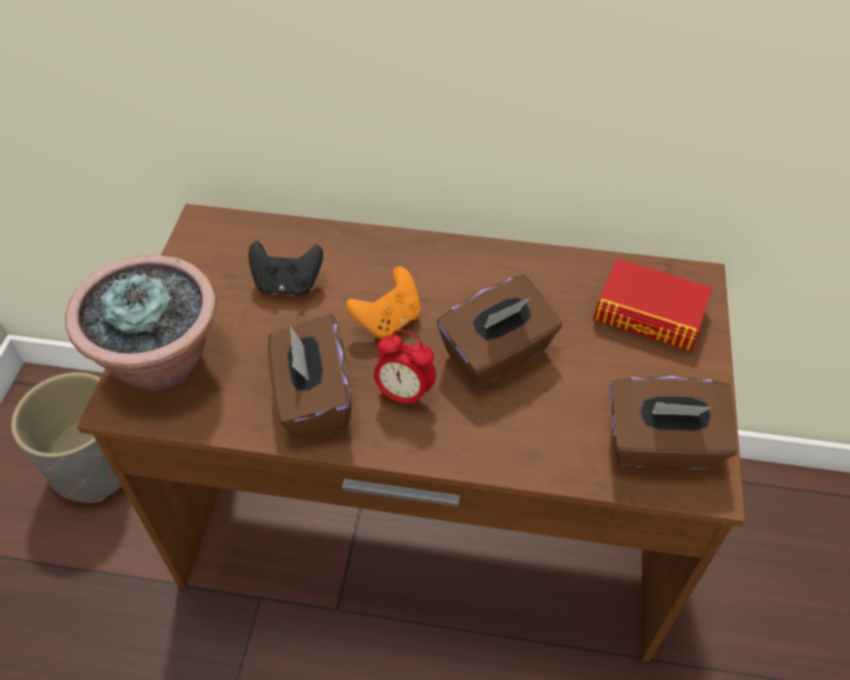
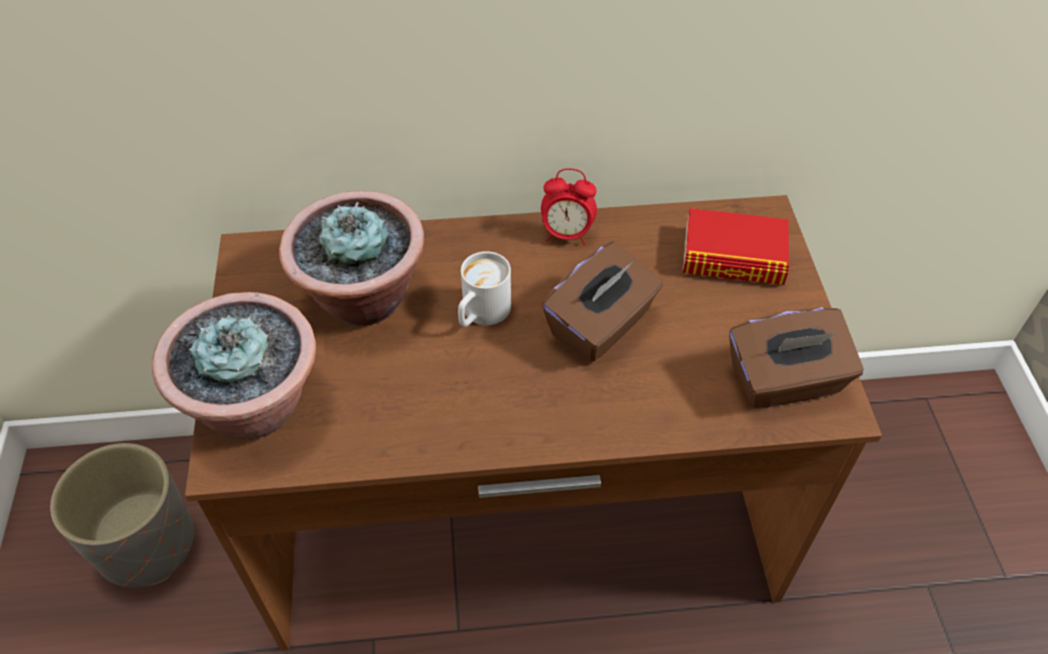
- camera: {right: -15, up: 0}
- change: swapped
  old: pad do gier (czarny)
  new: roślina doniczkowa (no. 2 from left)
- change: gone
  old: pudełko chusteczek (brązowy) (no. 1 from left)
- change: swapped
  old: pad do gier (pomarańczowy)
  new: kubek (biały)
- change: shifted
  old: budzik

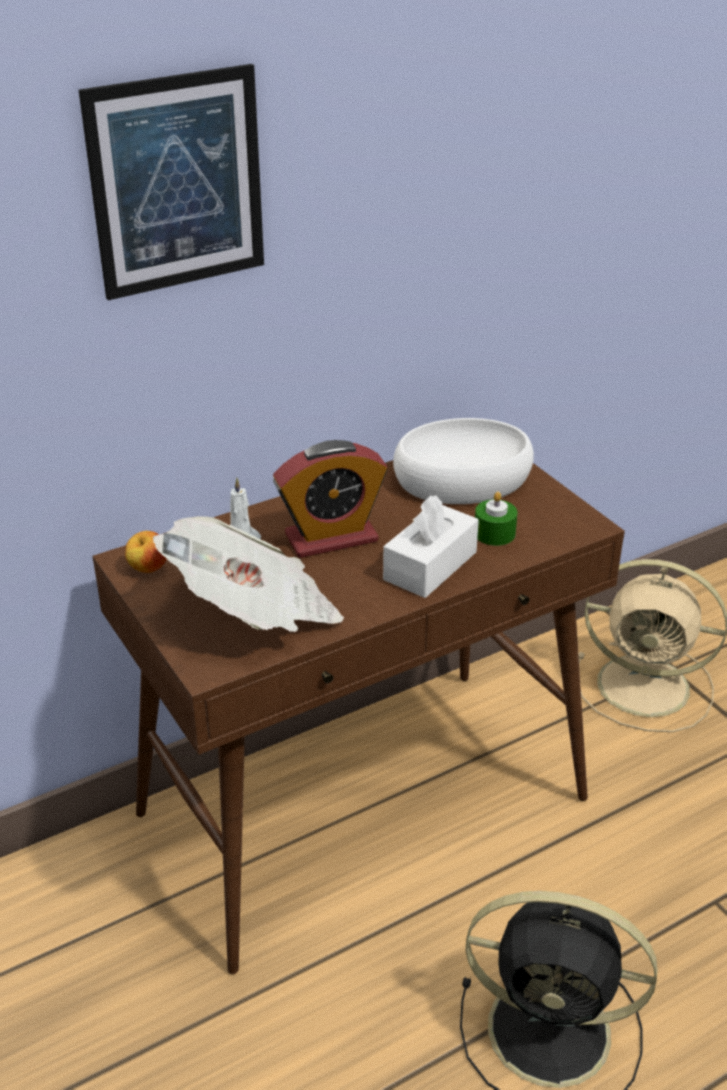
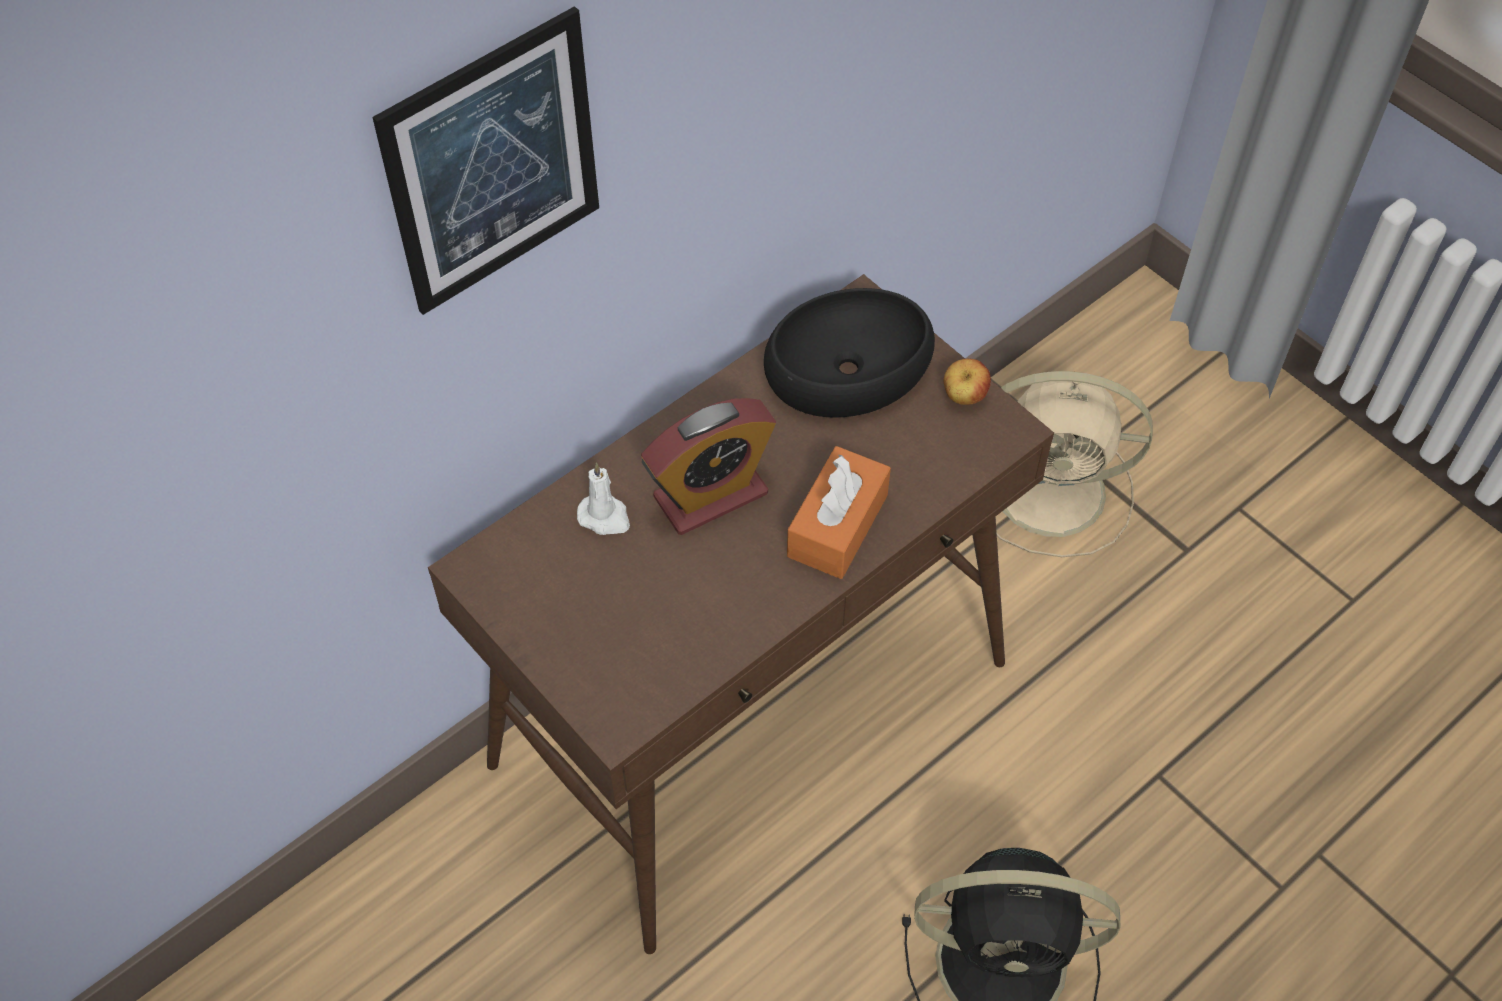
- camera: {right: -10, up: 20}
- change: shifted
  old: jabłko
- change: gone
  old: gazeta
- change: repainted
  old: pudełko chusteczek (biały)
  new: pudełko chusteczek (pomarańczowy)
- change: repainted
  old: miska (biały)
  new: miska (czarny)
- change: gone
  old: świeca (zielony)

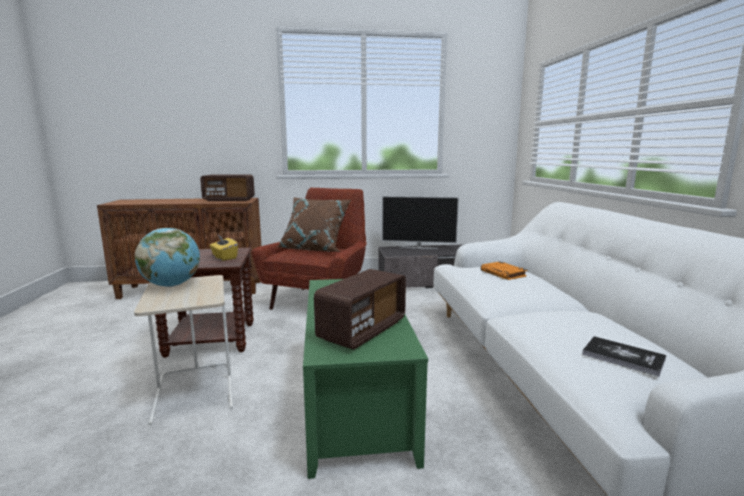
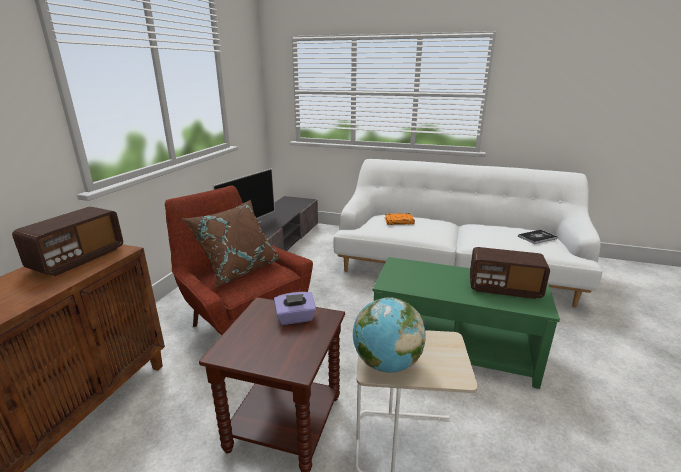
- camera: {right: -65, up: 10}
- change: repainted
  old: pudełko chusteczek (żółty)
  new: pudełko chusteczek (fioletowy)
- change: rotated
  old: radio (no. 2 from left)
  degrees: 135

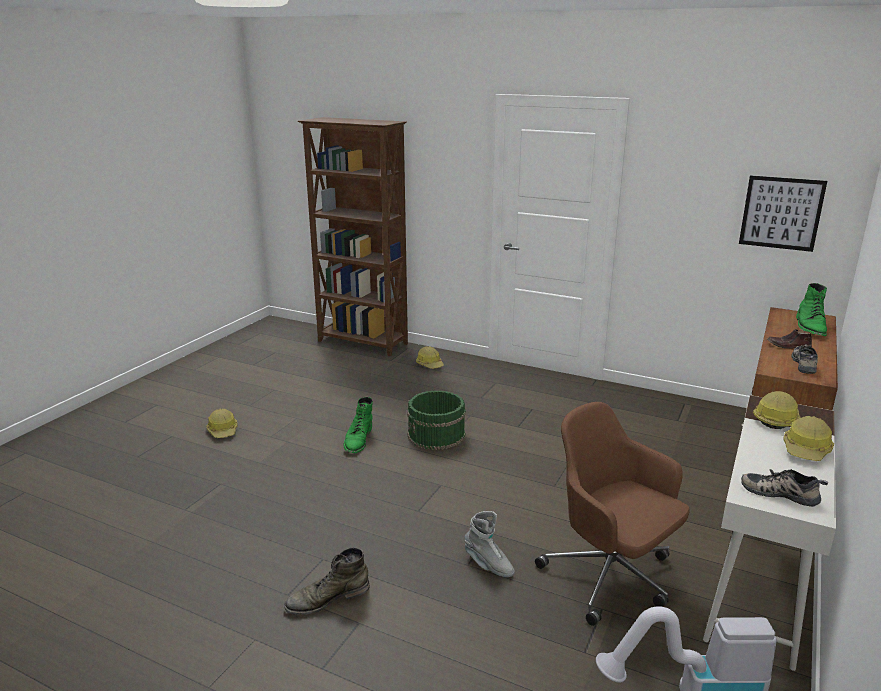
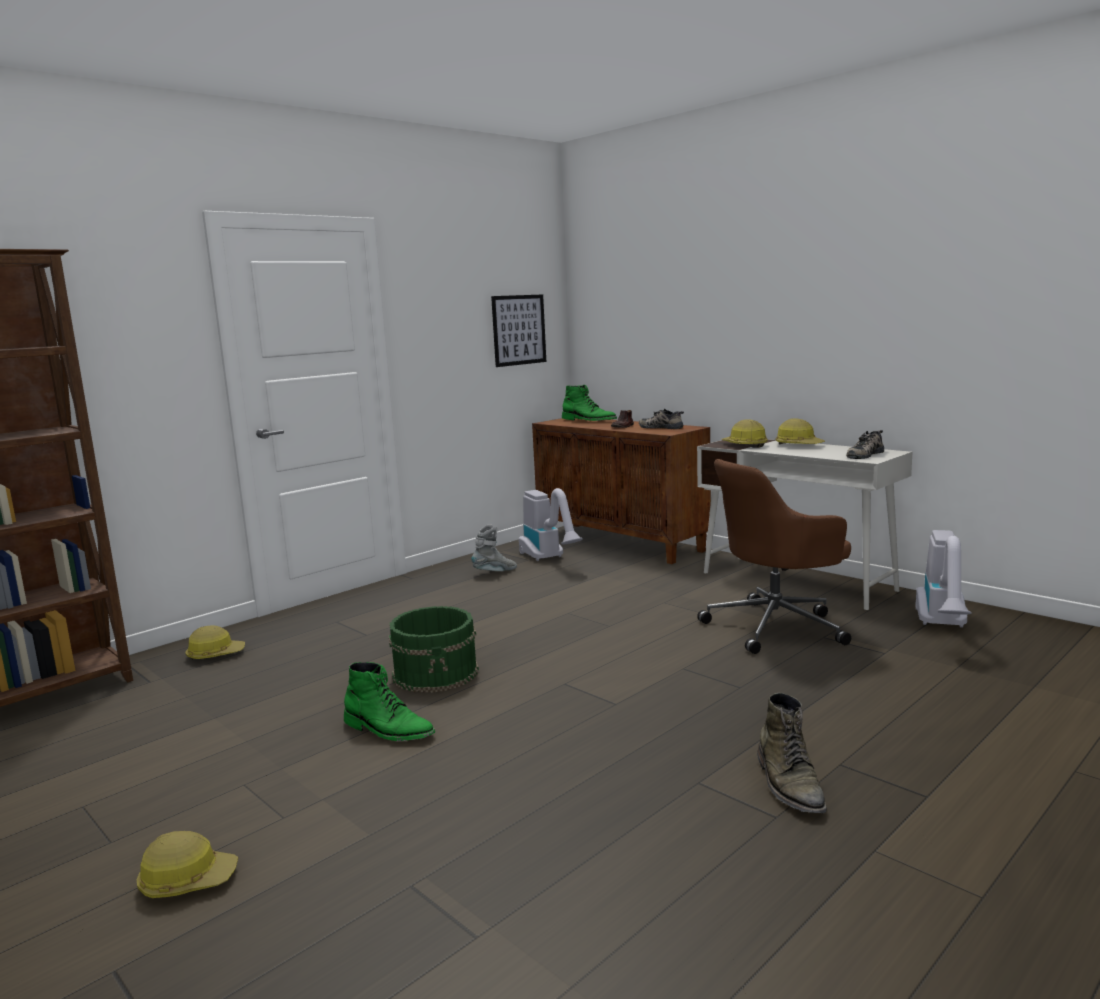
- camera: {right: -70, up: -10}
- change: shifted
  old: but z cholewką (szary)
- change: new
  new: odkurzacz (no. 1 from left)

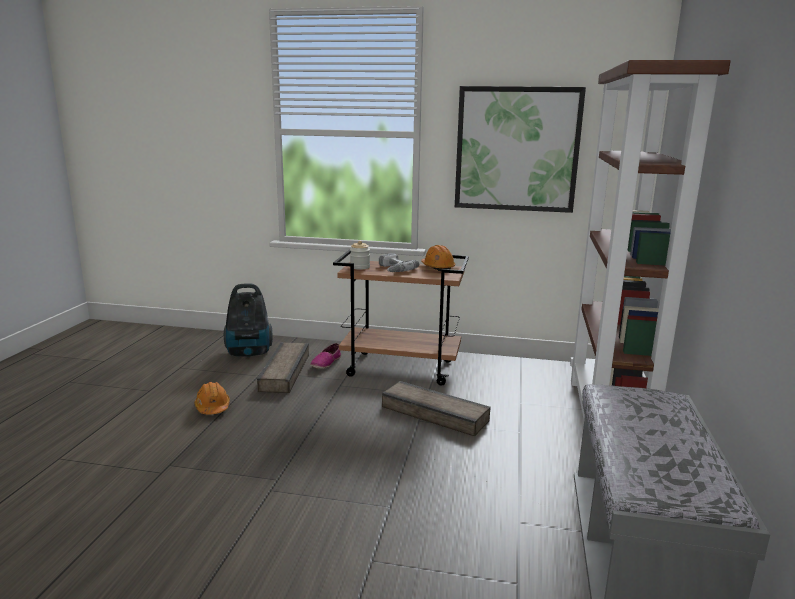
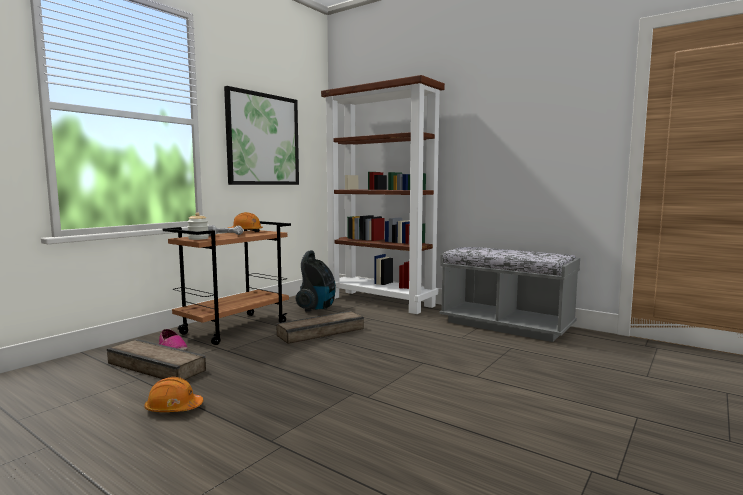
- camera: {right: -65, up: -10}
- change: shifted
  old: odkurzacz

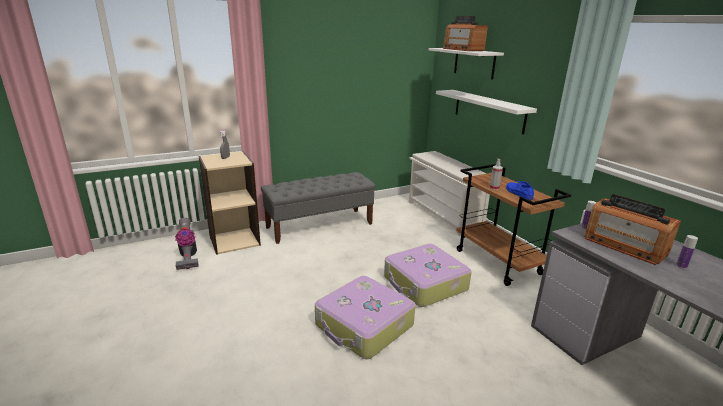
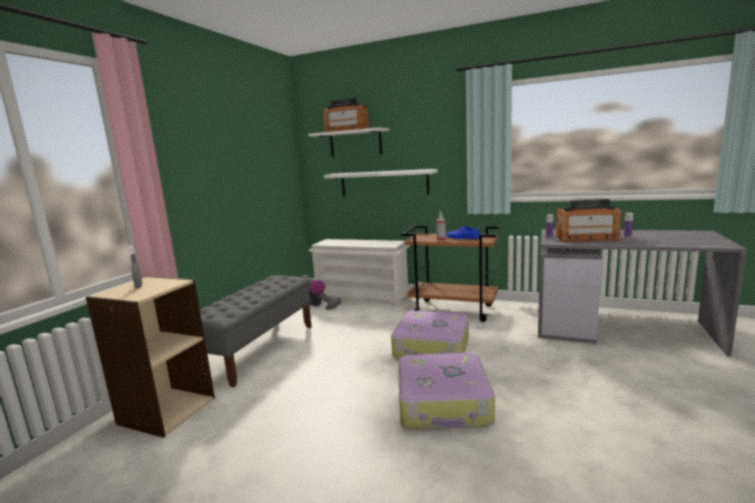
- camera: {right: -40, up: -10}
- change: shifted
  old: odkurzacz

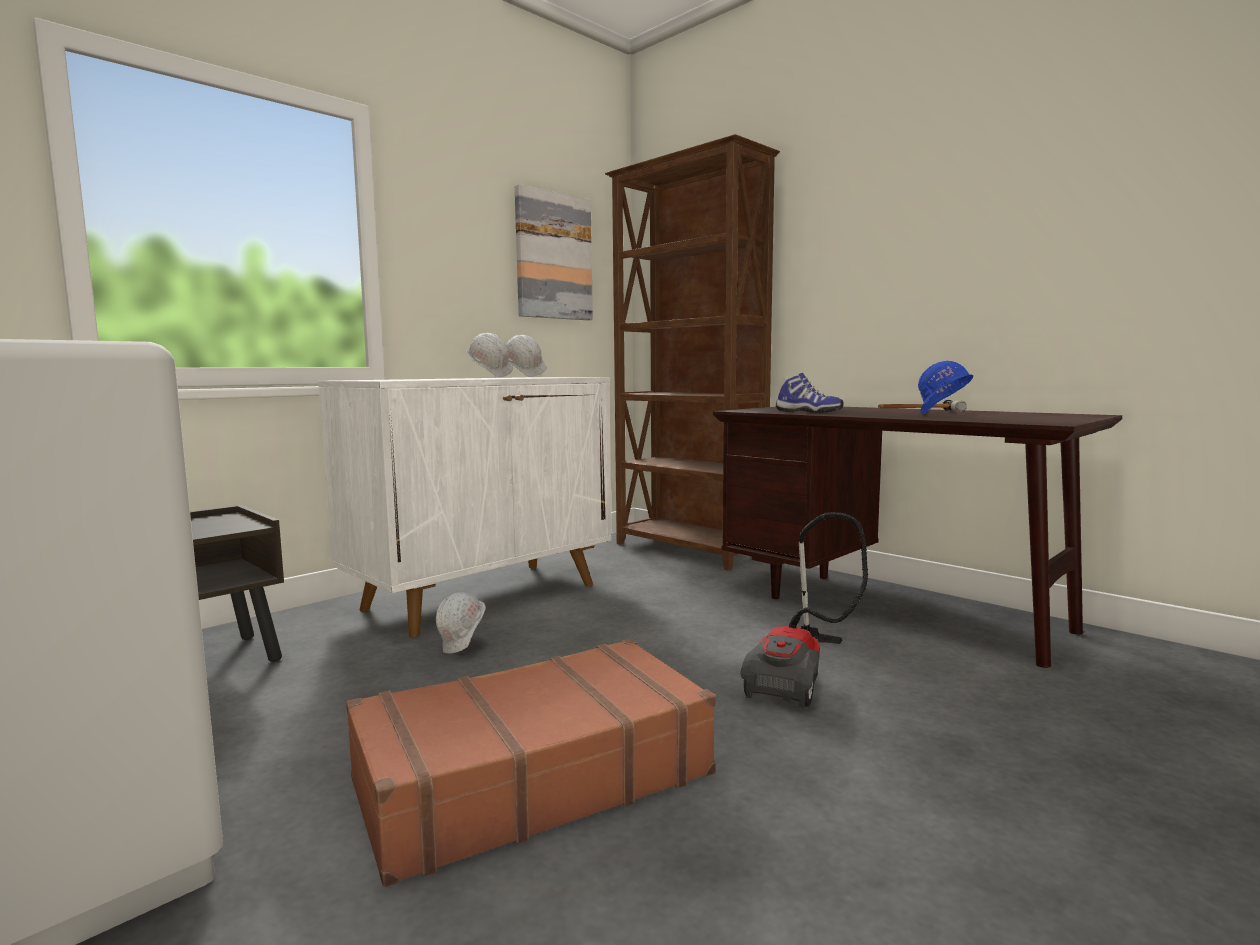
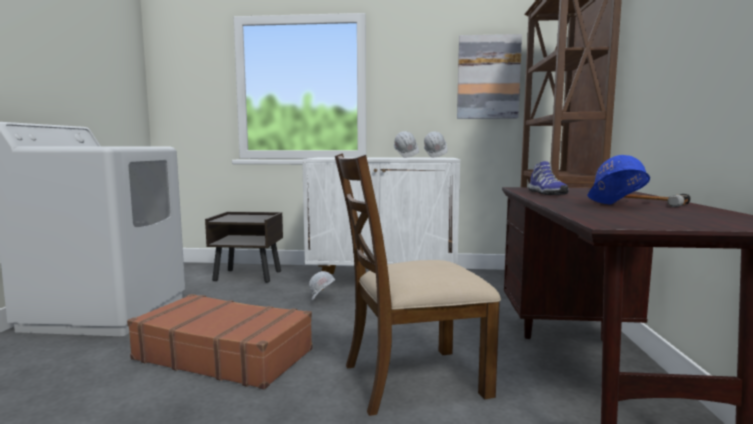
- camera: {right: 50, up: 0}
- change: swapped
  old: odkurzacz
  new: krzesło (brązowy)

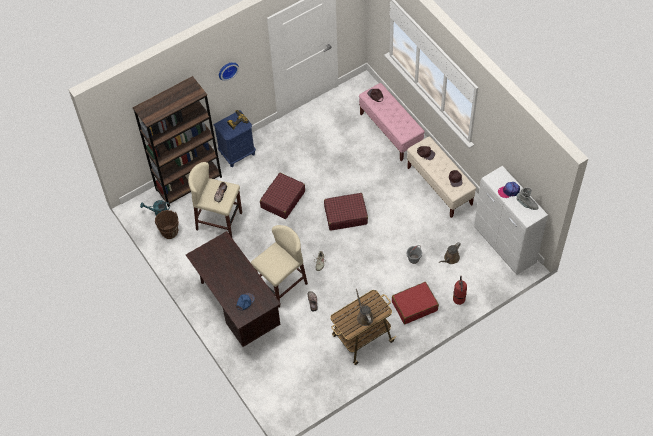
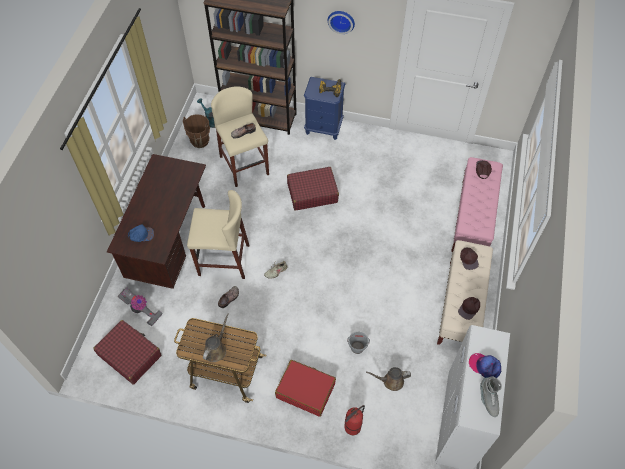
- camera: {right: 45, up: 0}
- change: shifted
  old: walizka (czerwony) (no. 2 from left in the first image)
  new: walizka (czerwony) (no. 1 from left)
- change: new
  new: odkurzacz

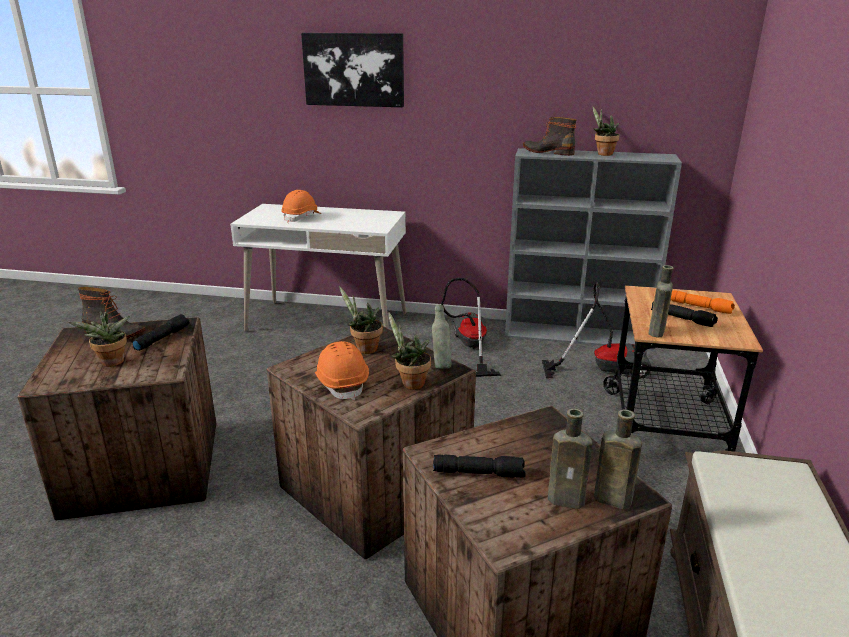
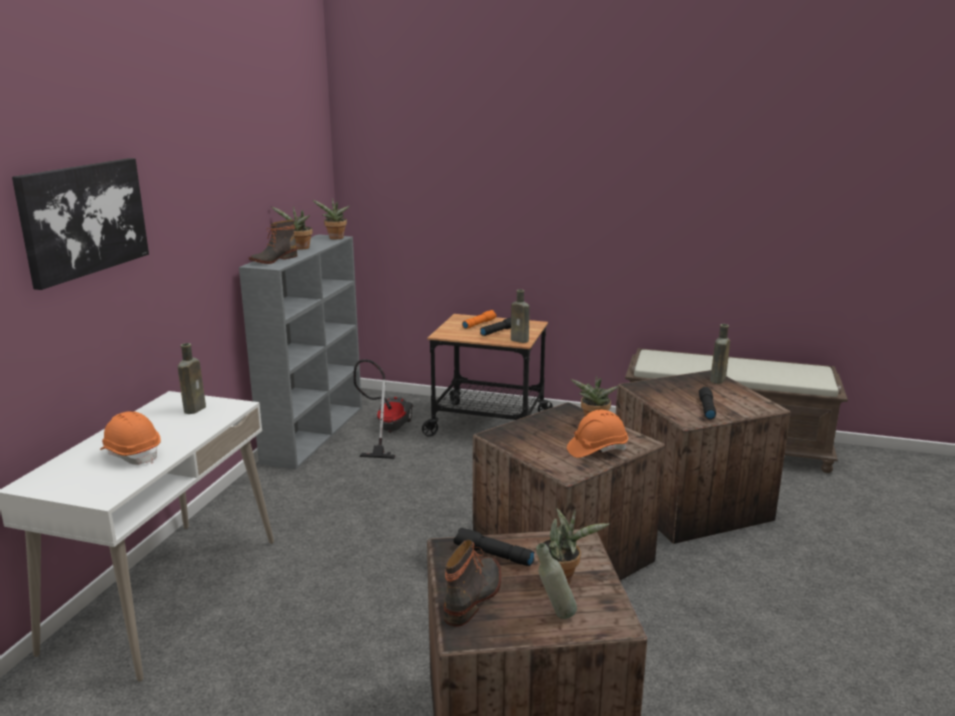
- camera: {right: -85, up: -5}
- change: shifted
  old: roślina doniczkowa (no. 2 from left)
- change: shifted
  old: butelka (szary)
- change: gone
  old: odkurzacz (no. 1 from left)
- change: shifted
  old: butelka (brązowy) (no. 1 from left)

